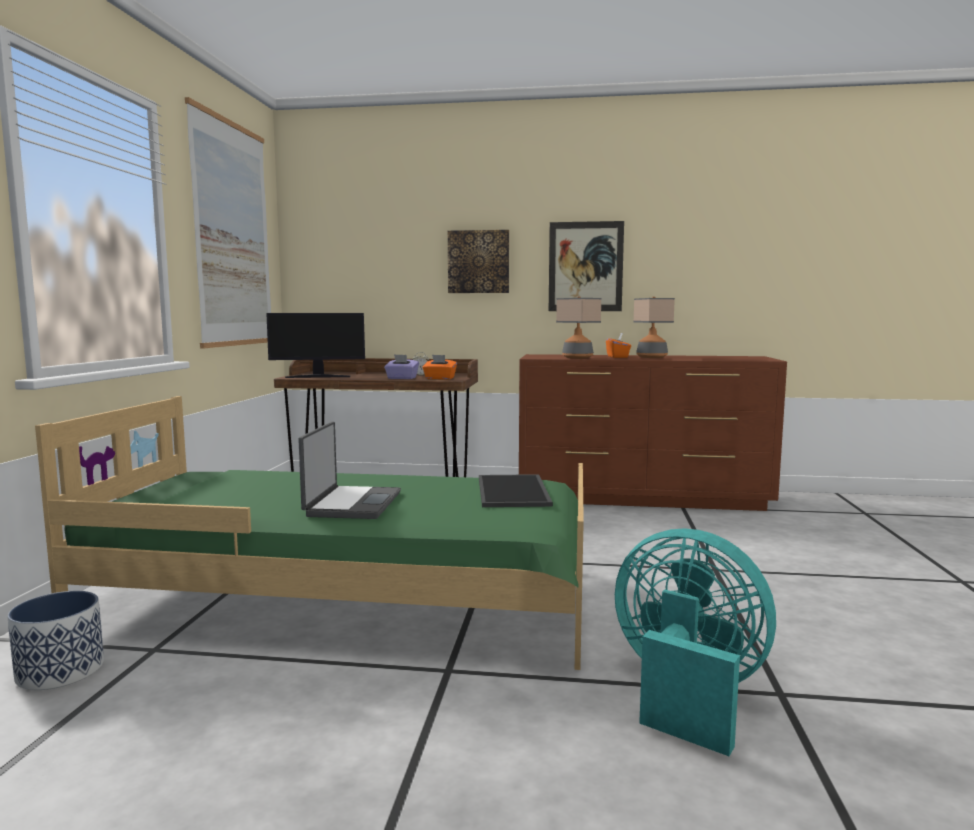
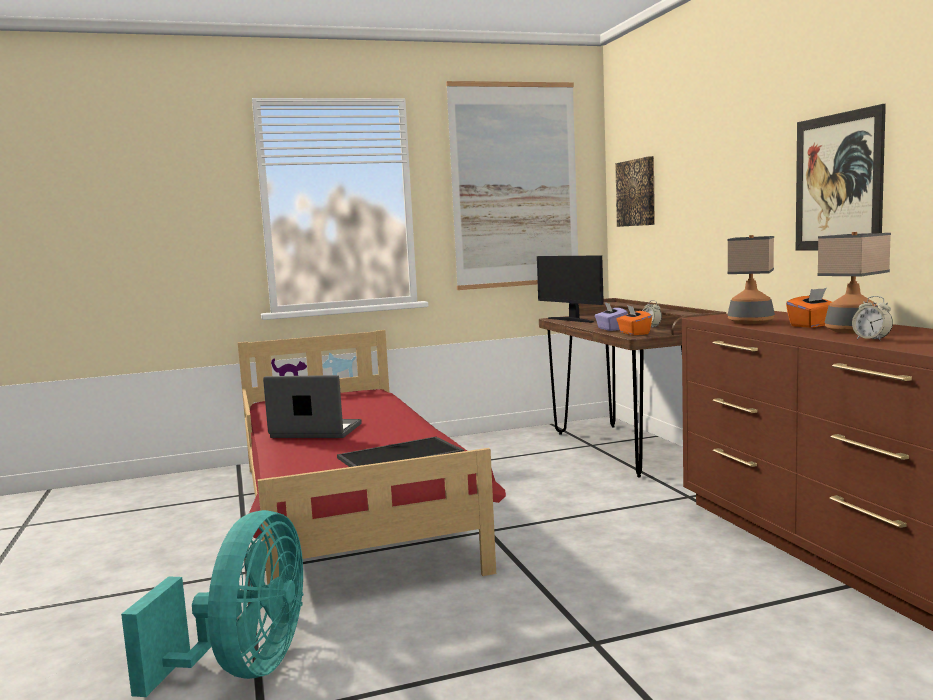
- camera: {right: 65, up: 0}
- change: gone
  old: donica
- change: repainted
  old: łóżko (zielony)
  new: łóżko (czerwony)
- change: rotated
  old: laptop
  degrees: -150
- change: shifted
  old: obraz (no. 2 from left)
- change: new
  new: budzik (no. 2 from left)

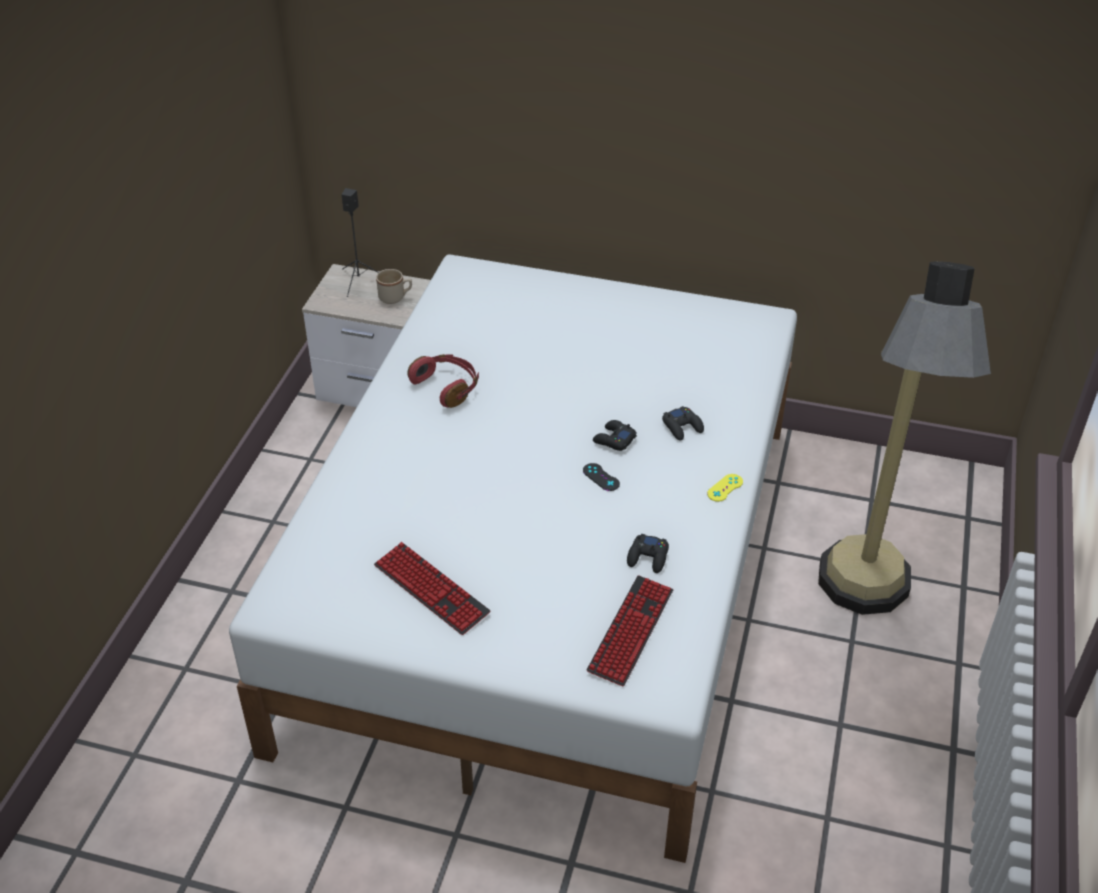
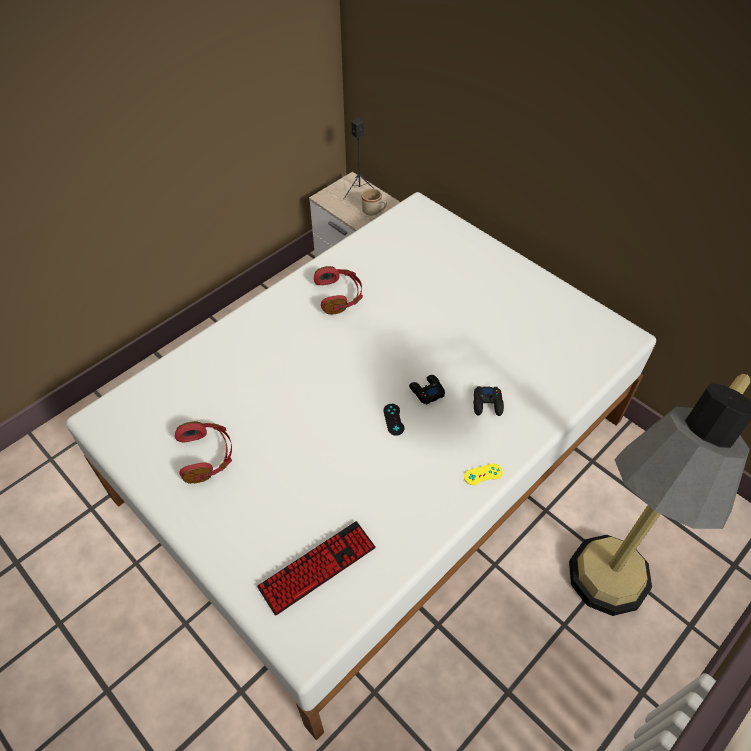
- camera: {right: 30, up: 10}
- change: swapped
  old: klawiatura (no. 1 from left)
  new: słuchawki (czerwony) (no. 1 from left)
- change: gone
  old: pad do gier (czarny) (no. 3 from left)

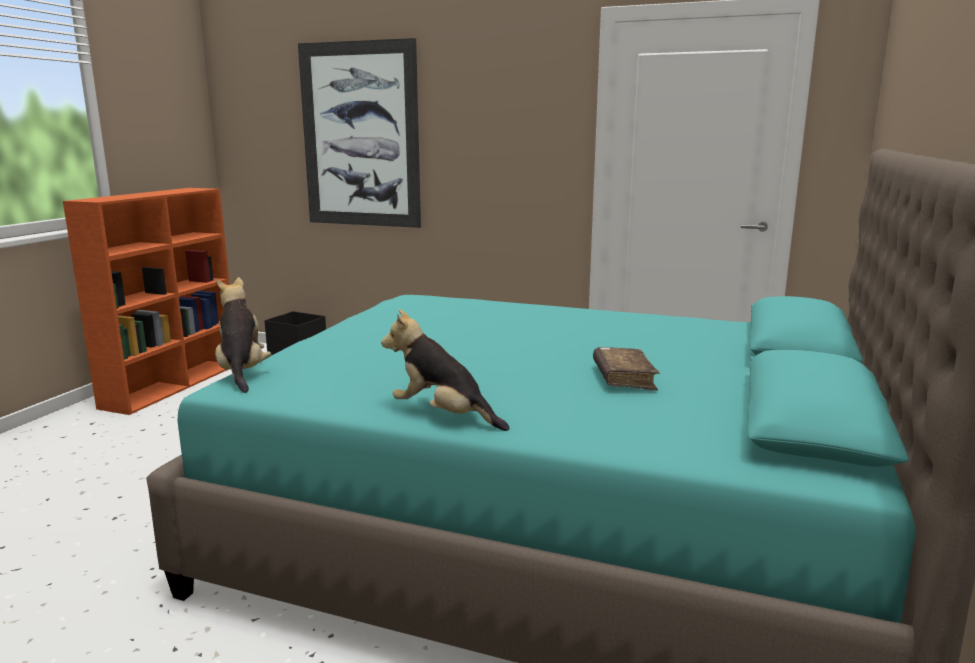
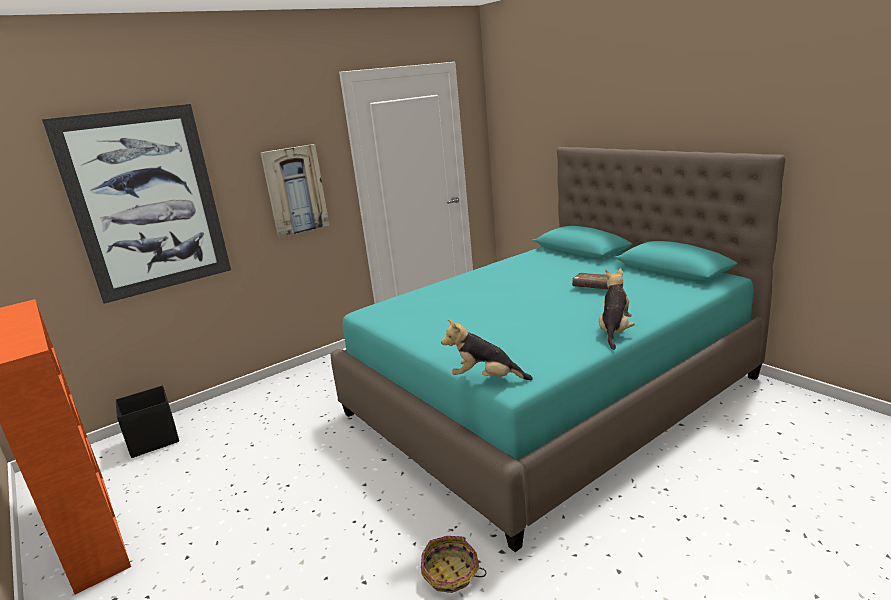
- camera: {right: -55, up: 5}
- change: rotated
  old: pluszak (no. 2 from left)
  degrees: 135
- change: new
  new: obraz (no. 2 from left)
- change: new
  new: koszyk

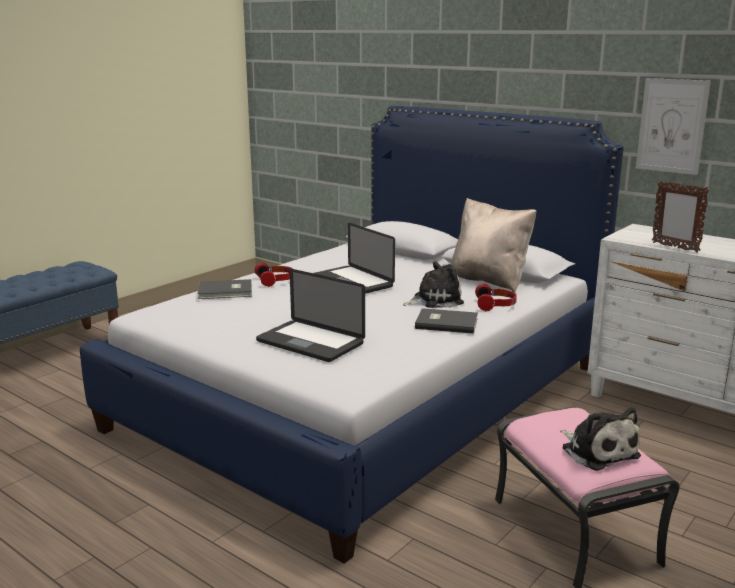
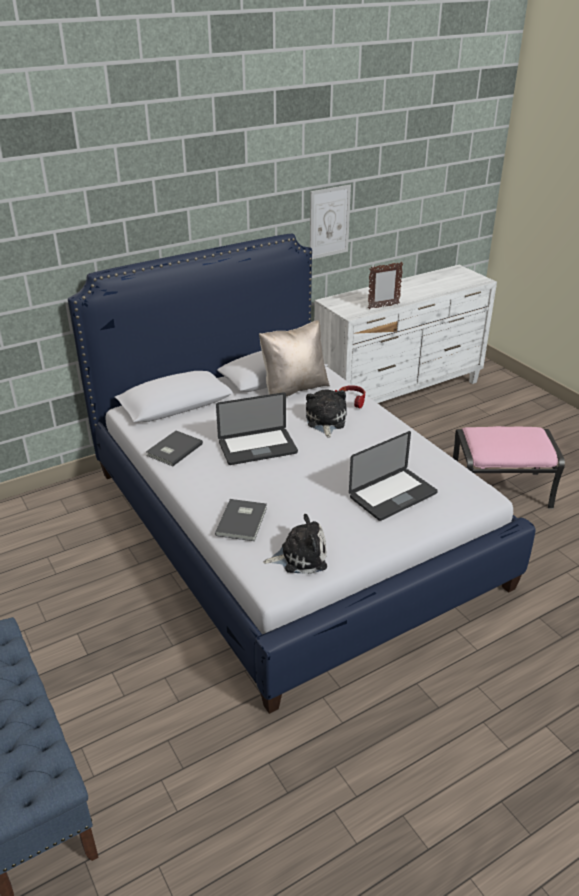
- camera: {right: -70, up: 15}
- change: gone
  old: słuchawki (no. 1 from left)
- change: shifted
  old: książka (szary) (no. 2 from left in the first image)
  new: książka (szary) (no. 1 from left)
- change: shifted
  old: pluszak (no. 2 from left in the first image)
  new: pluszak (no. 1 from left)

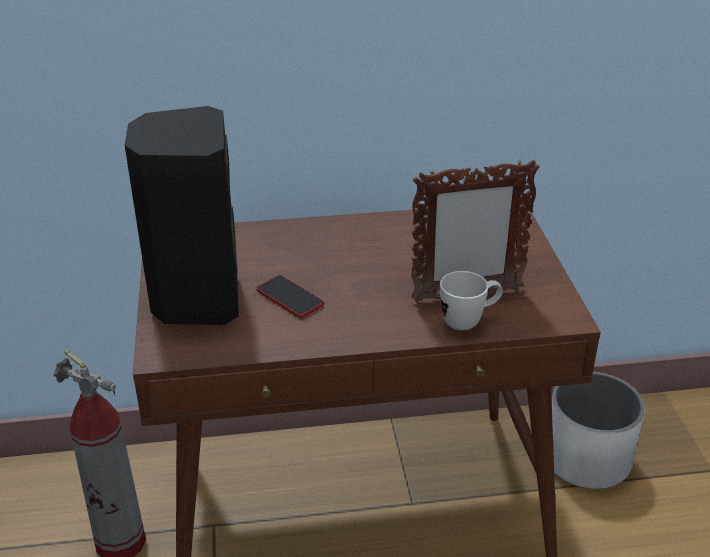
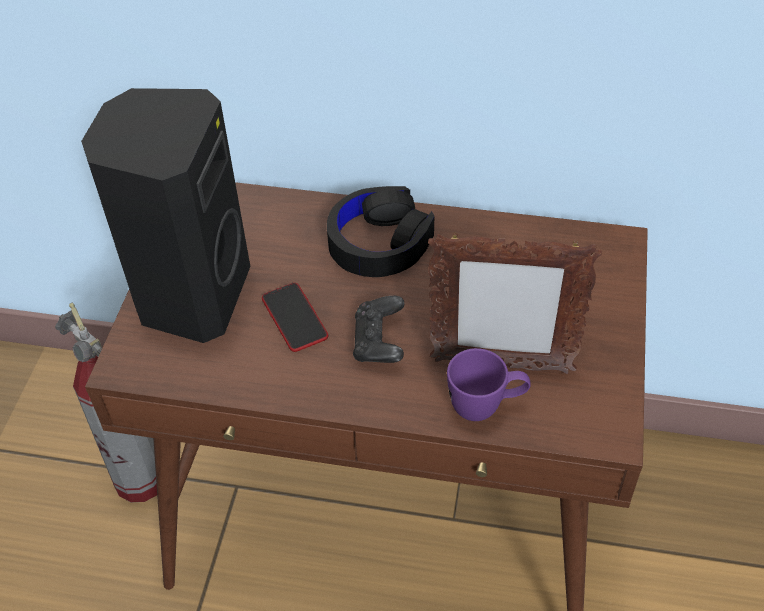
- camera: {right: 20, up: 15}
- change: repainted
  old: kubek (biały)
  new: kubek (fioletowy)
- change: gone
  old: donica (biały)
- change: new
  new: słuchawki (czarny)
- change: new
  new: pad do gier (czarny)

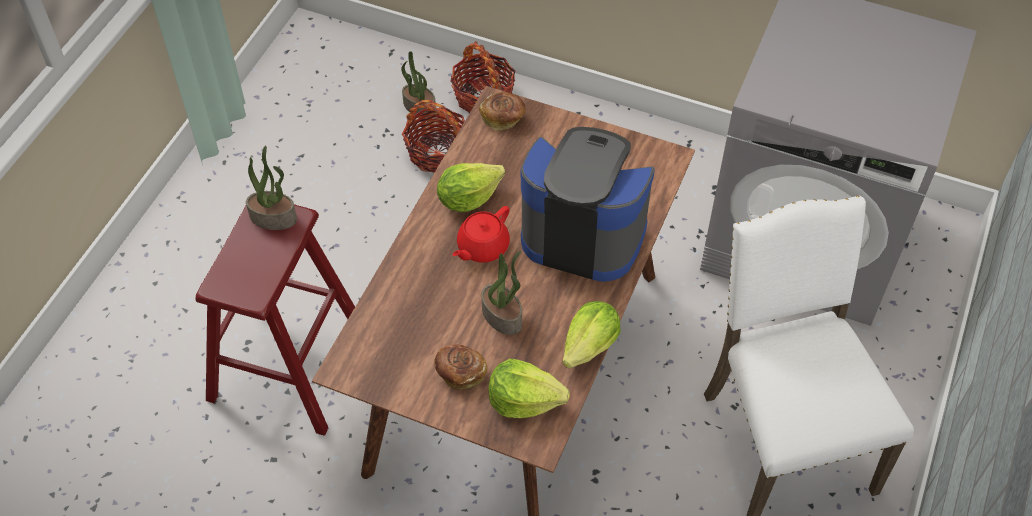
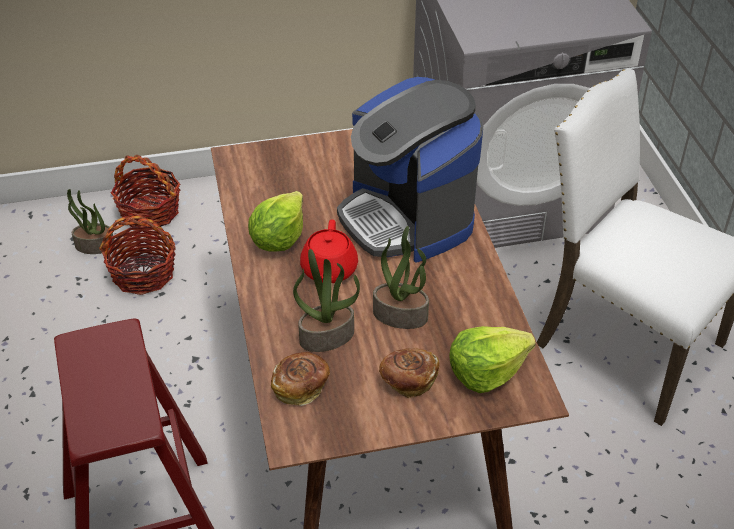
- camera: {right: -35, up: -10}
- change: shifted
  old: roślina doniczkowa (no. 1 from left in the first image)
  new: roślina doniczkowa (no. 2 from left)
- change: shifted
  old: chleb (no. 2 from left in the first image)
  new: chleb (no. 1 from left)
- change: rotated
  old: ekspres do kawy
  degrees: -105
- change: gone
  old: sałata (no. 3 from left)

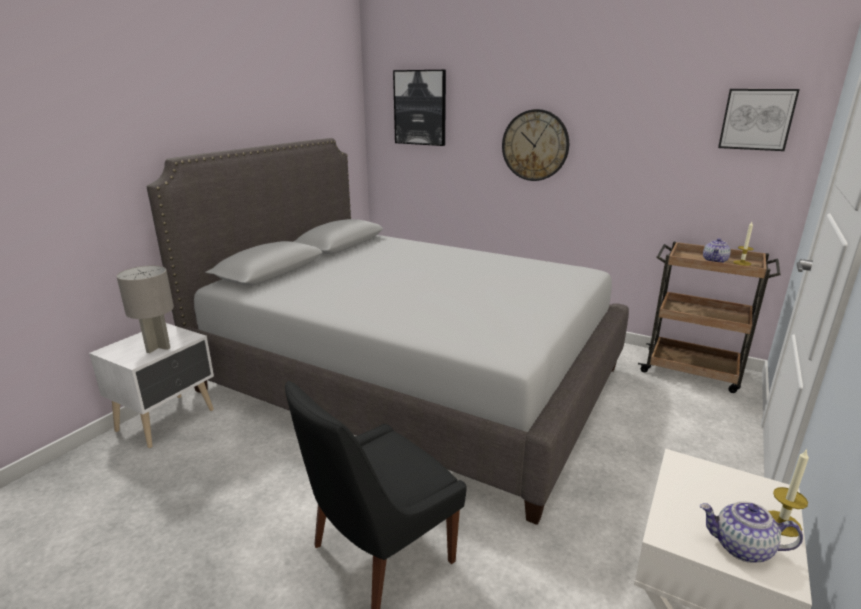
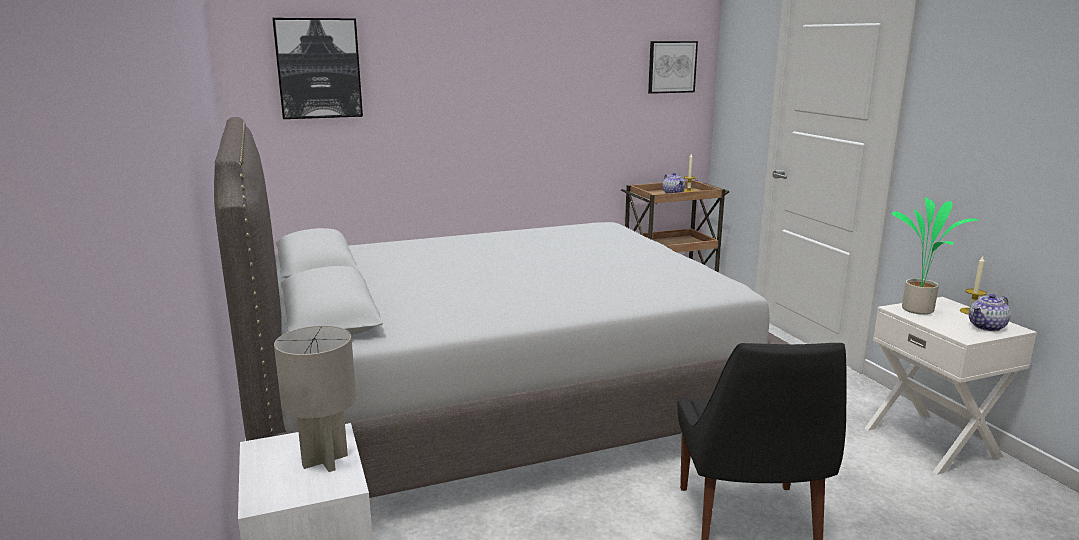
- camera: {right: -50, up: -5}
- change: gone
  old: zegar ścienny
- change: new
  new: roślina doniczkowa

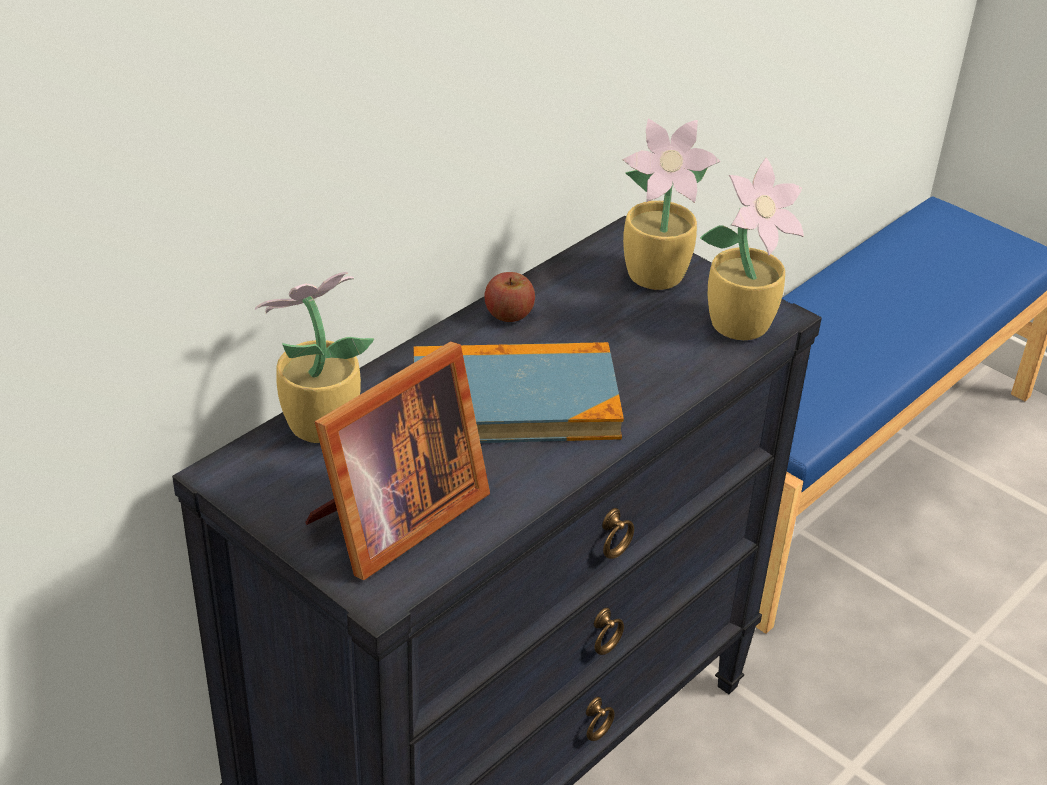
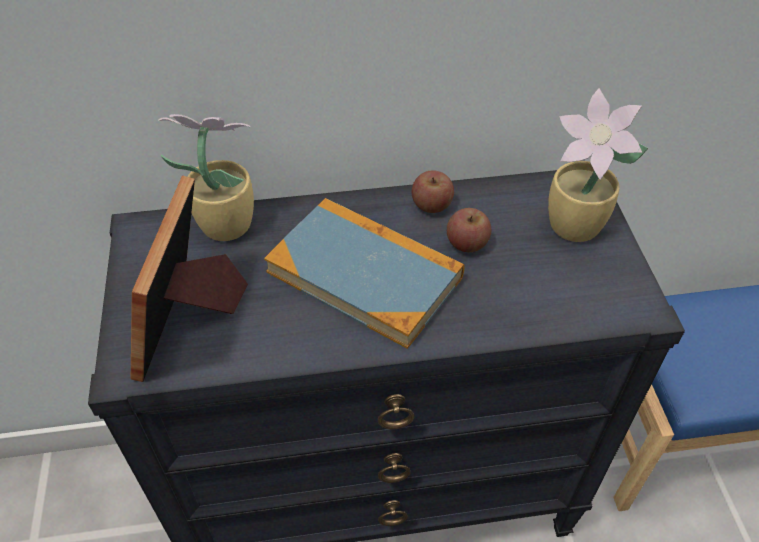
- camera: {right: 40, up: 10}
- change: rotated
  old: ramka na zdjęcie
  degrees: 105
- change: gone
  old: roślina doniczkowa (no. 3 from left)
- change: new
  new: jabłko (no. 2 from left)

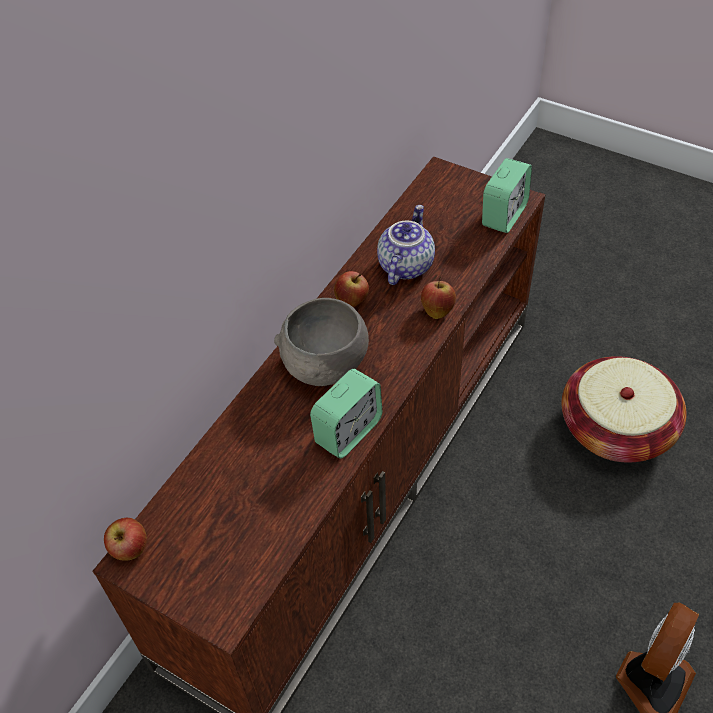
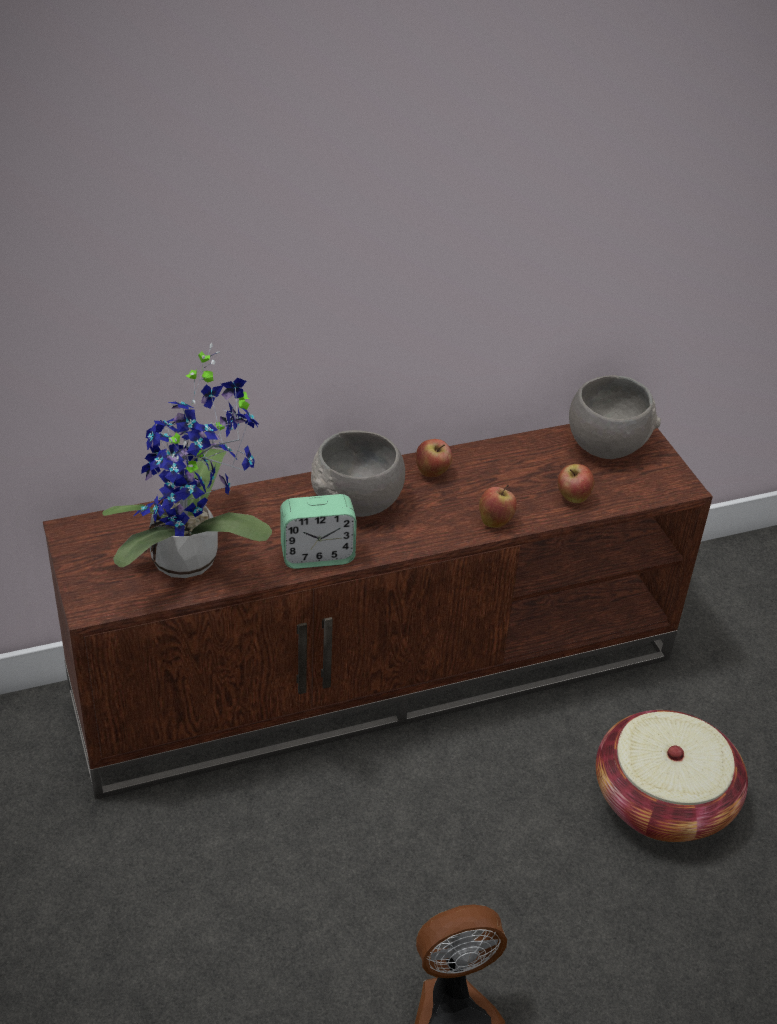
- camera: {right: 35, up: -10}
- change: shifted
  old: jabłko (no. 1 from left in the first image)
  new: jabłko (no. 3 from left)
- change: gone
  old: imbryk
- change: gone
  old: budzik (no. 2 from left)
- change: new
  new: roślina doniczkowa
- change: new
  new: miska (szary) (no. 2 from left)

